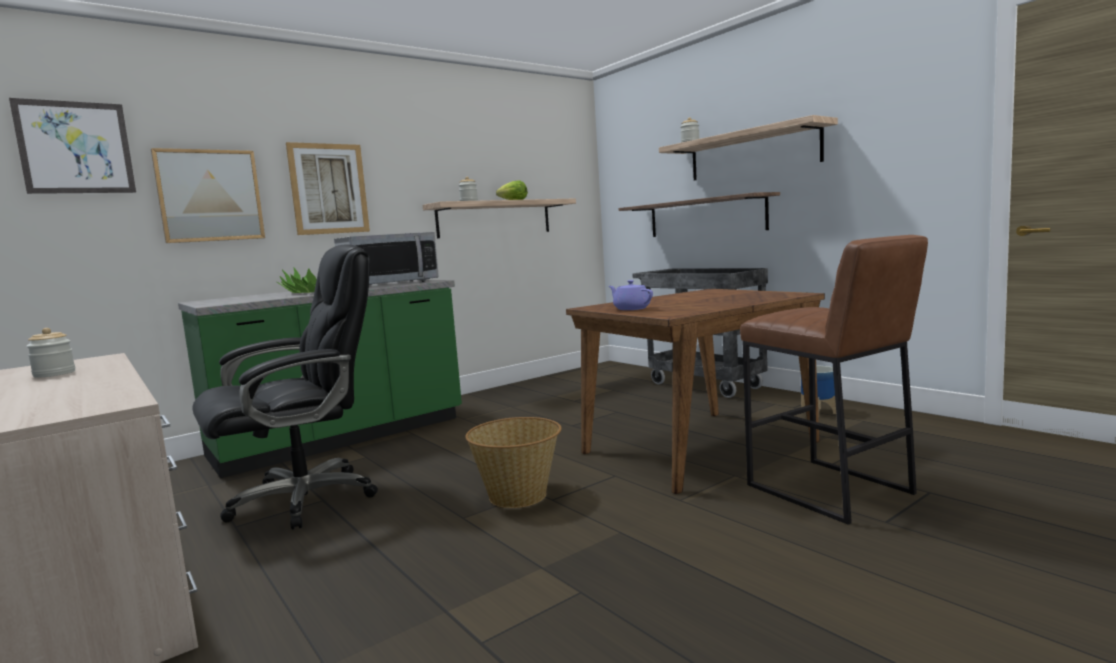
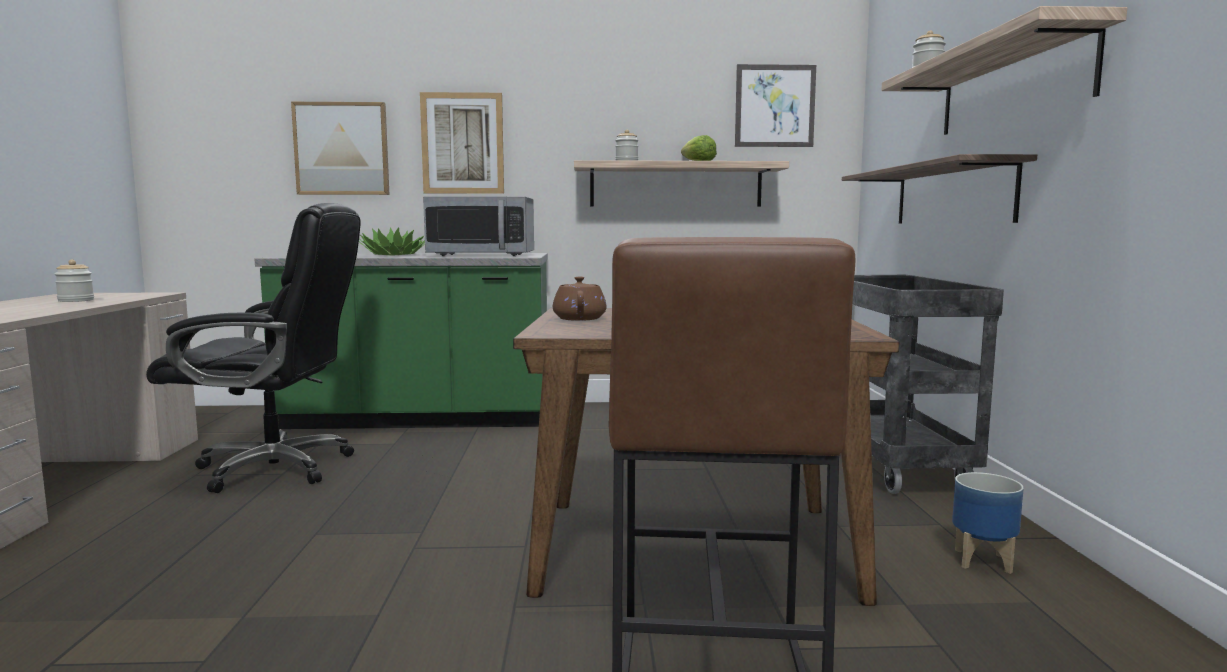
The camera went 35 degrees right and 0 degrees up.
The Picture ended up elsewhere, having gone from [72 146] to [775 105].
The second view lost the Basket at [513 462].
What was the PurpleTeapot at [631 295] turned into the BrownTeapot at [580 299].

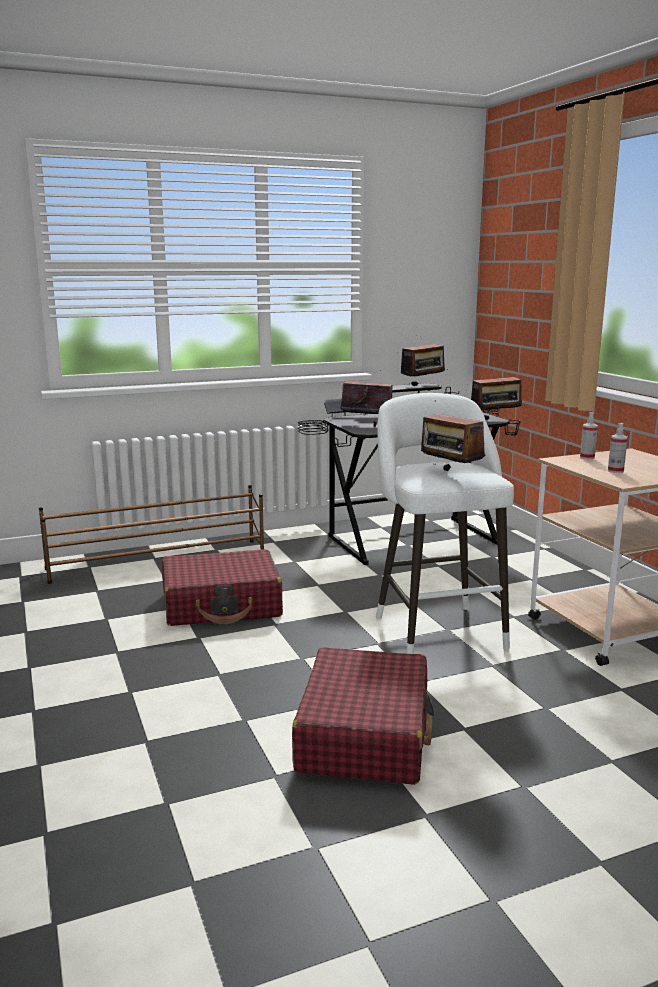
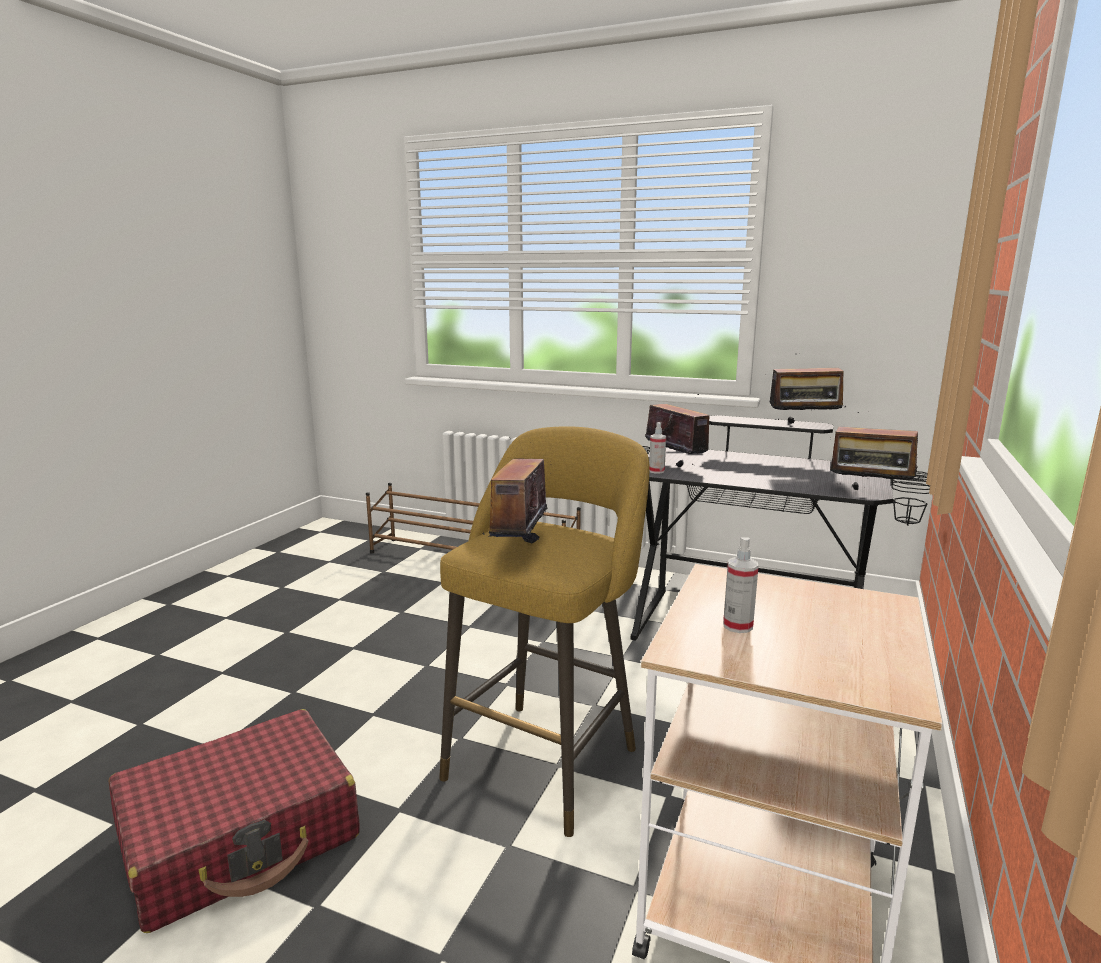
The camera went 45 degrees right and 0 degrees up.
The second view lost the RedSuitcase at [222 587].
What was the WhiteStool at [445 523] turned into the YellowStool at [544 631].
The SprayBottle ended up elsewhere, having gone from [589 435] to [657 448].

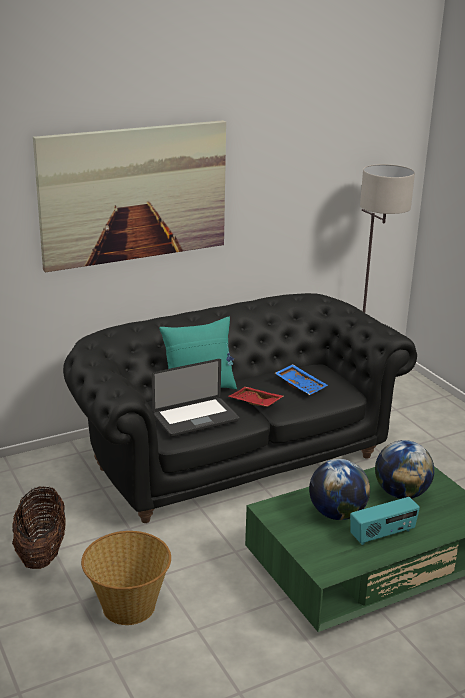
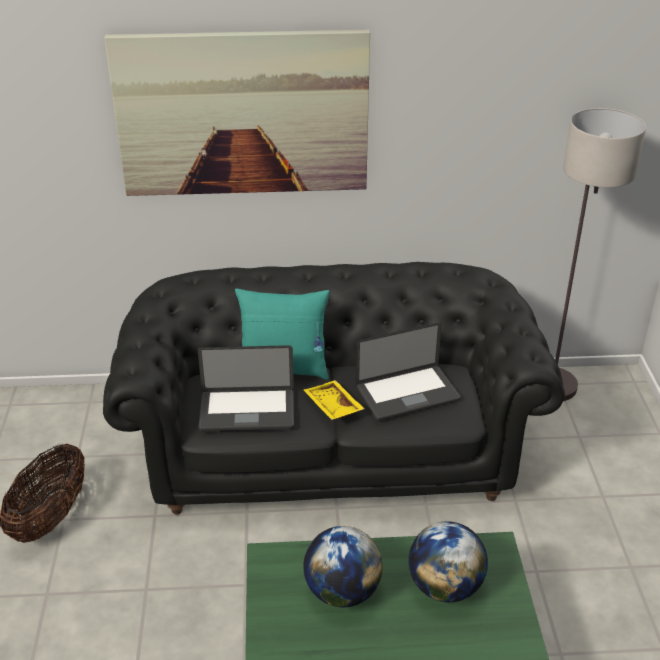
The camera went 25 degrees right and 10 degrees up.
The second view lost the Basket at [126 578].
What was the RedTray at [256 397] turned into the YellowTray at [334 400].
Where the BlueTray stood at [301 379], the Laptop came to stand at [408 371].
The second view lost the Radio at [385 521].

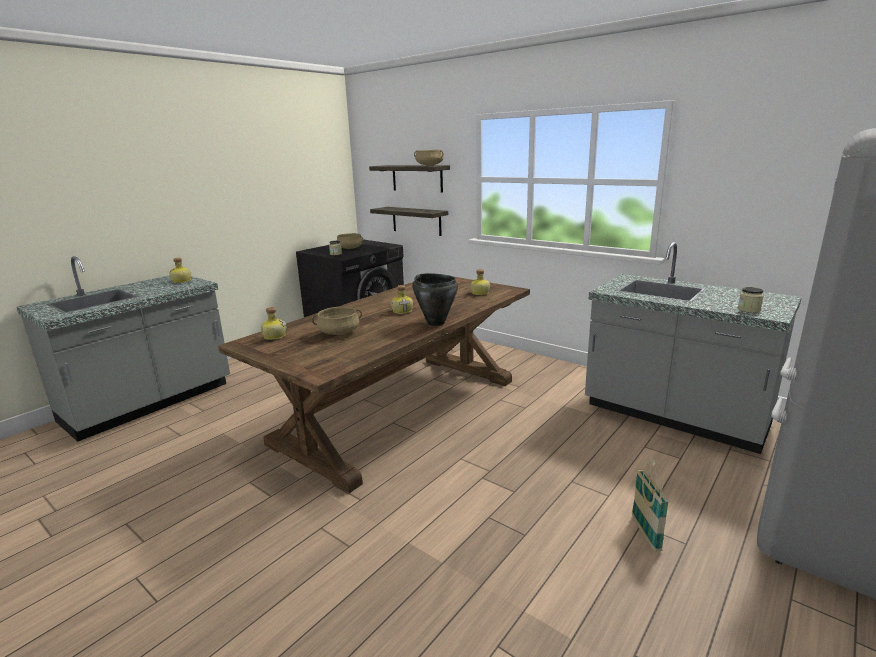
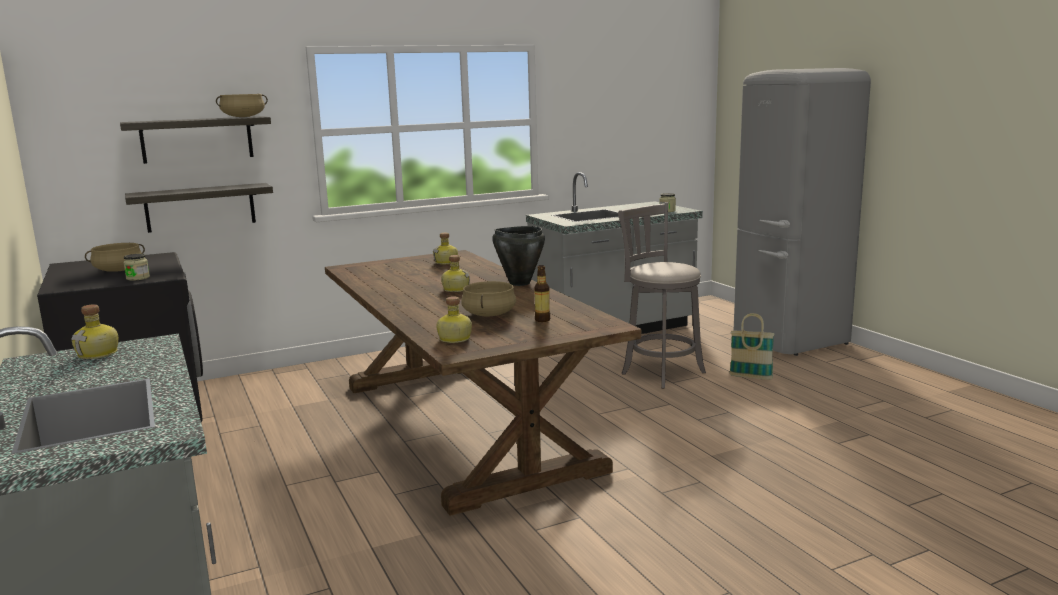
The camera went 65 degrees left and 5 degrees down.
The second view gained the Bottle at [542 293].
The second view gained the GreyStool at [662 296].

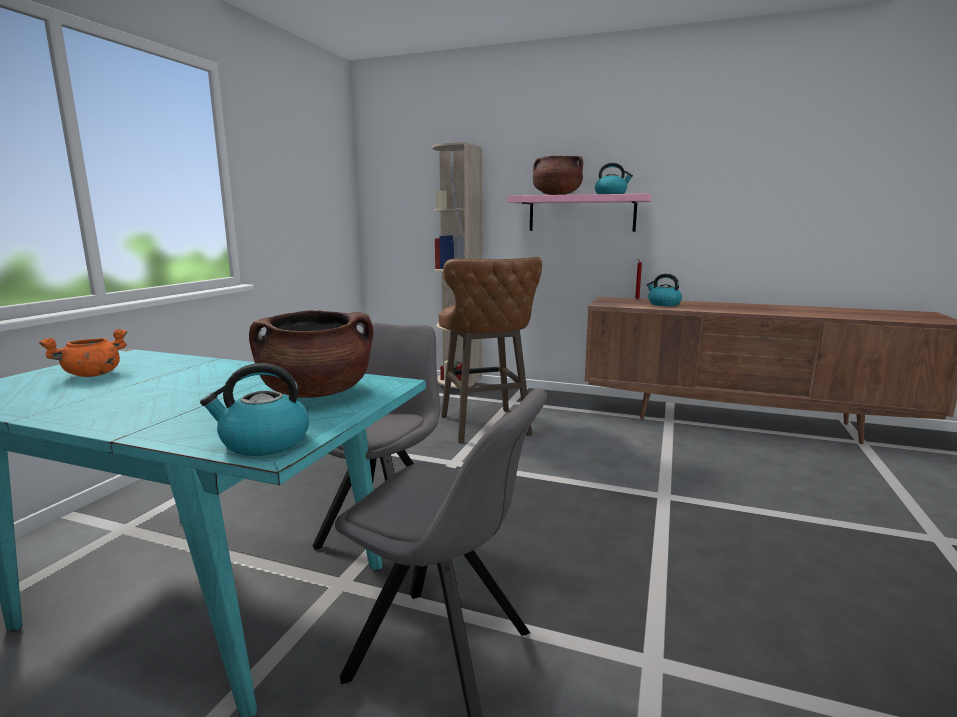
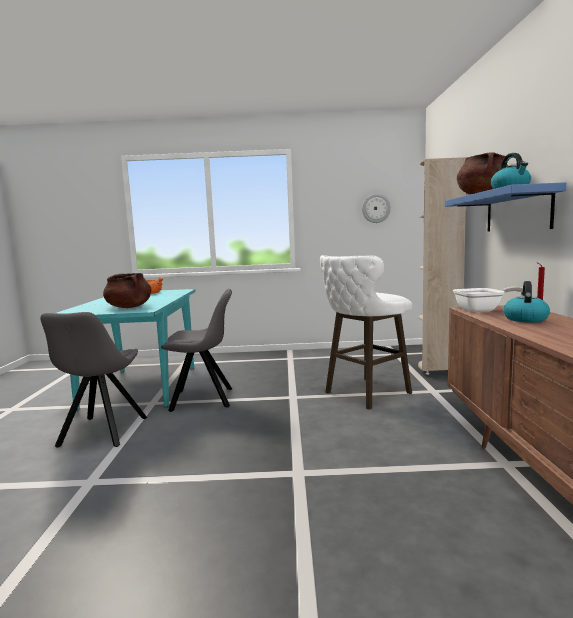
The camera went 70 degrees right and 5 degrees down.
The second view lost the Kettle at [254 409].
What was the BrownStool at [490 350] turned into the WhiteStool at [366 332].
What was the PinkShelf at [579 213] turned into the BlueShelf at [505 207].
The second view gained the WallClock at [376 208].
The second view gained the FryingPan at [488 299].

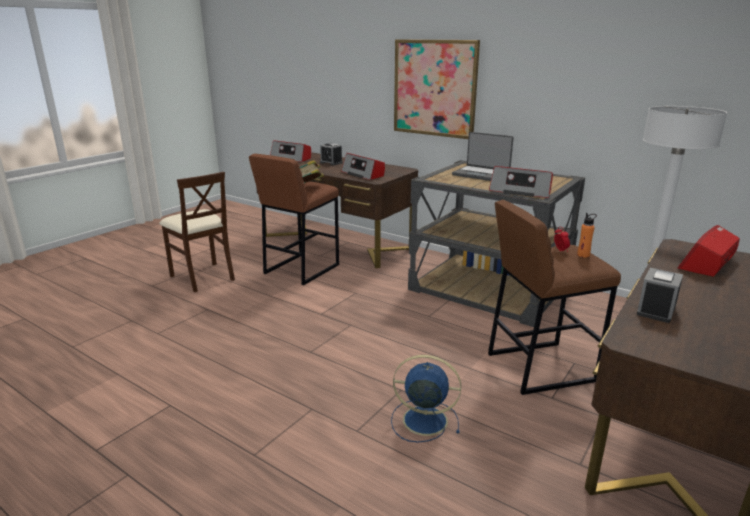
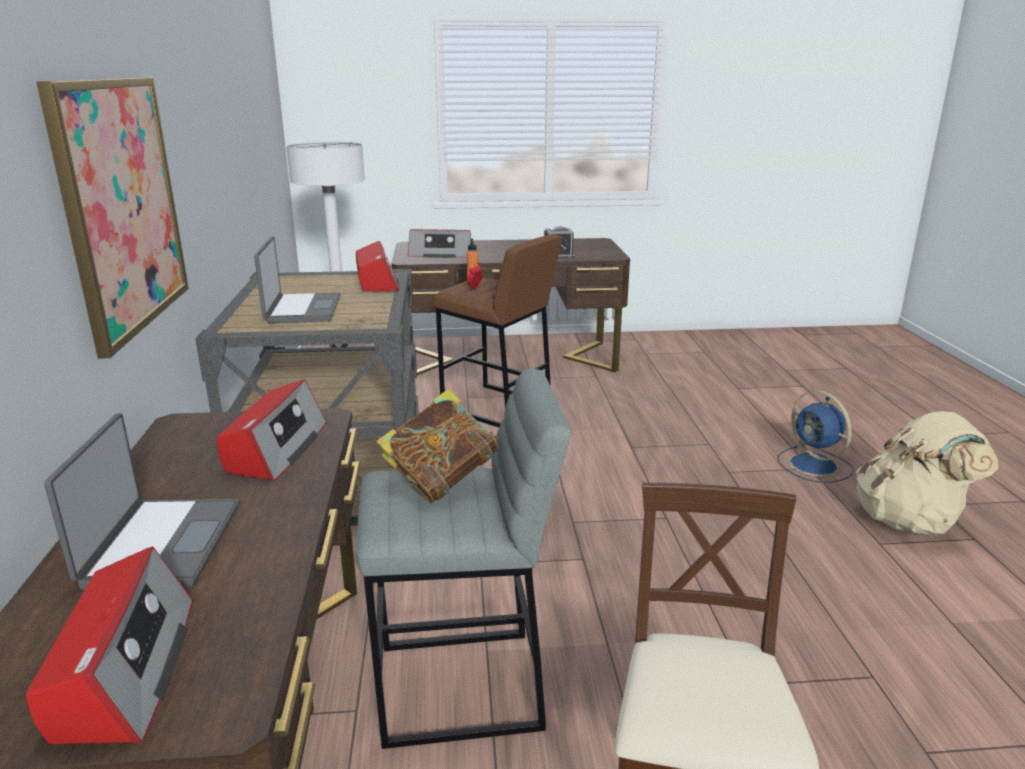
The camera went 130 degrees left and 0 degrees up.
What was the BrownStool at [294 219] turned into the GreyStool at [463 558].
Where the AlarmClock stood at [331 154], the Laptop came to stand at [141 501].
The BlueFan ended up elsewhere, having gone from [426 399] to [816 436].
The second view gained the BeigeBackpack at [927 473].

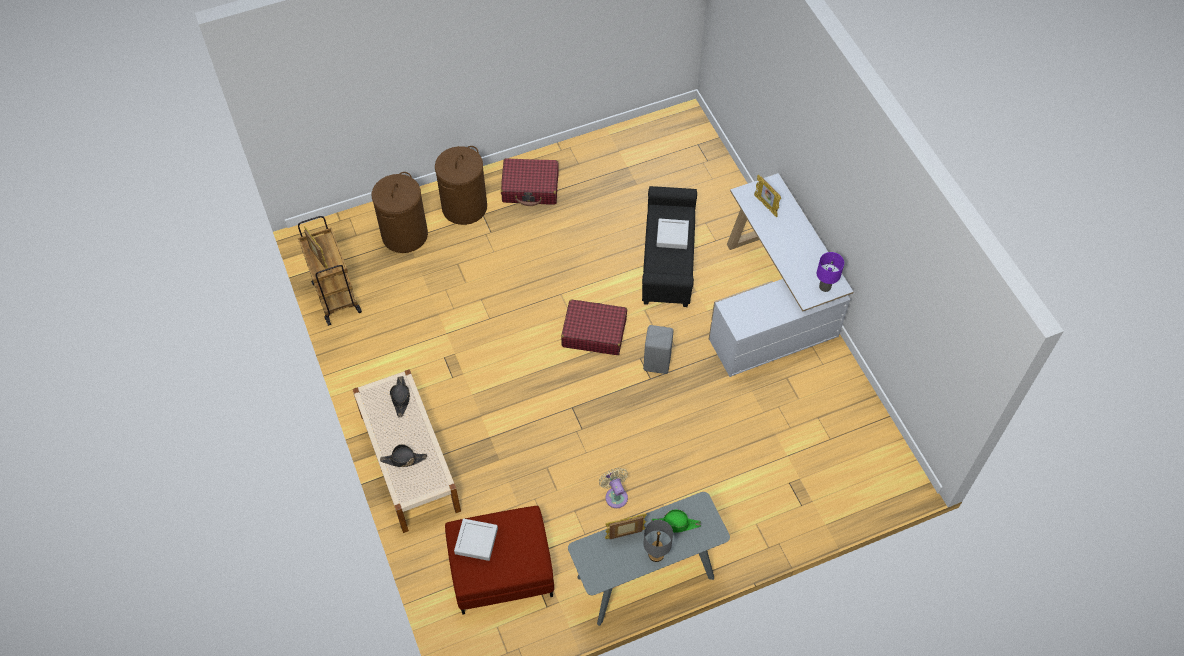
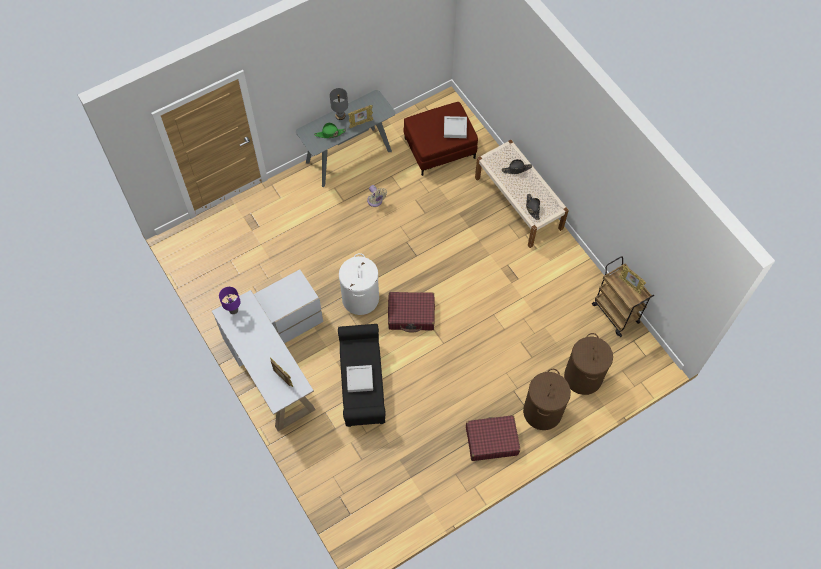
The camera went 170 degrees right and 5 degrees up.
Where the GreyStool stood at [658 349], the WhiteLaundryBasket came to stand at [359 284].

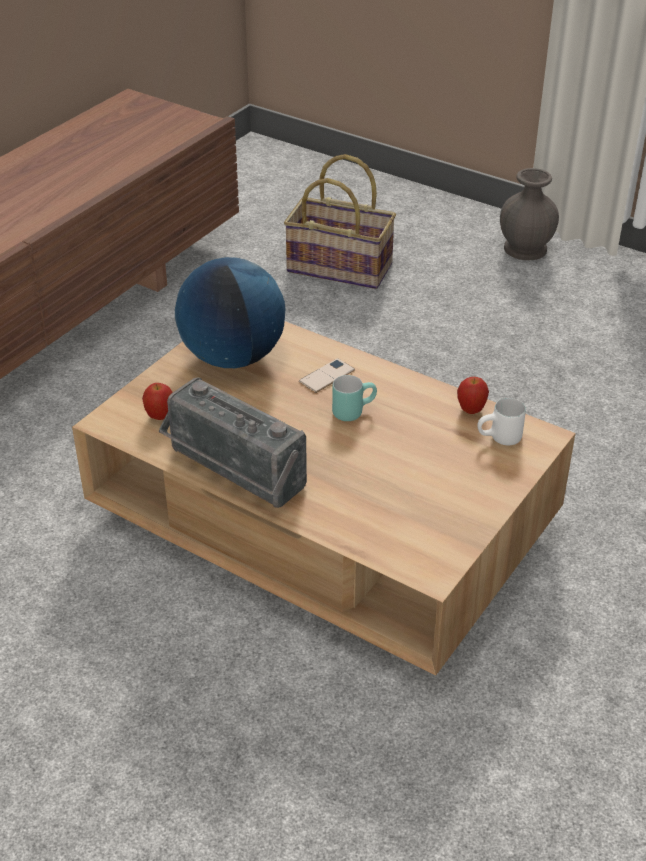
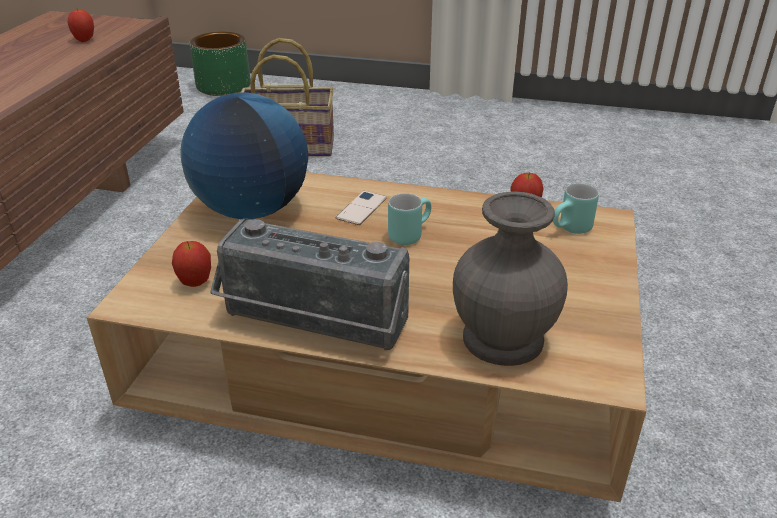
The camera went 20 degrees left and 5 degrees down.
What was the WhiteMug at [501 422] turned into the TurquoiseMug at [576 208].
The GreyVase ended up elsewhere, having gone from [529 214] to [510 278].
The second view gained the Apple at [80 25].
The second view gained the GreenPlanter at [220 64].

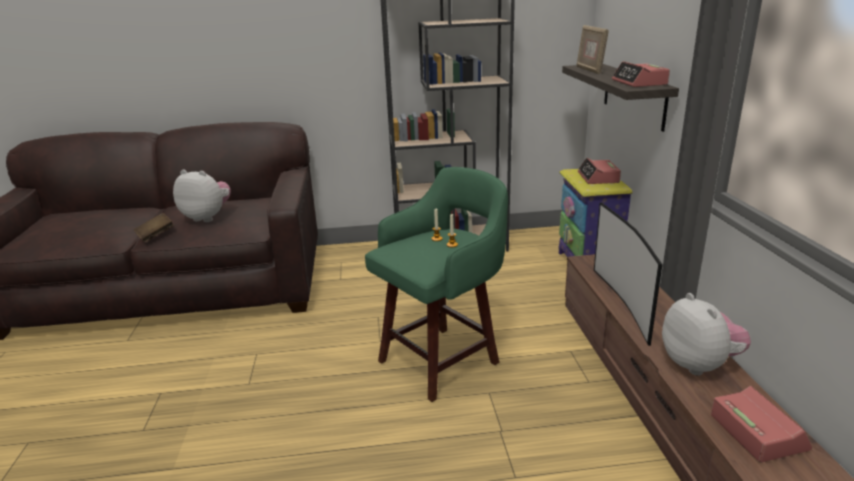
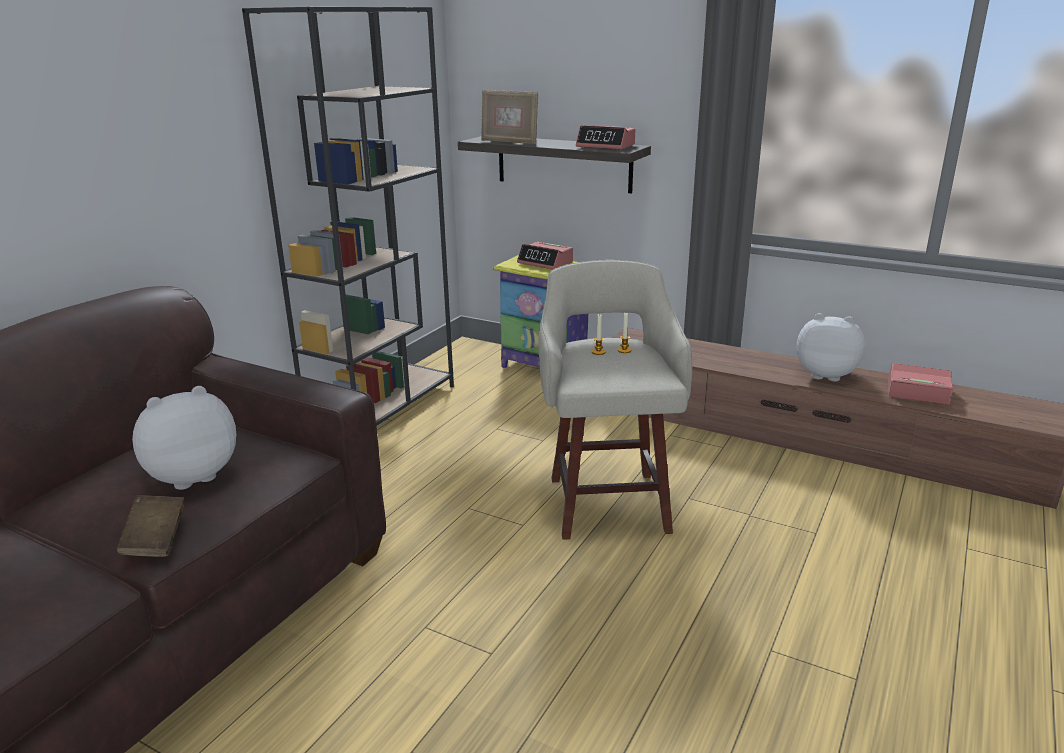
The camera went 55 degrees left and 0 degrees up.
What was the GreenStool at [436 284] turned into the BeigeStool at [615 400].
The second view lost the Television at [628 274].

